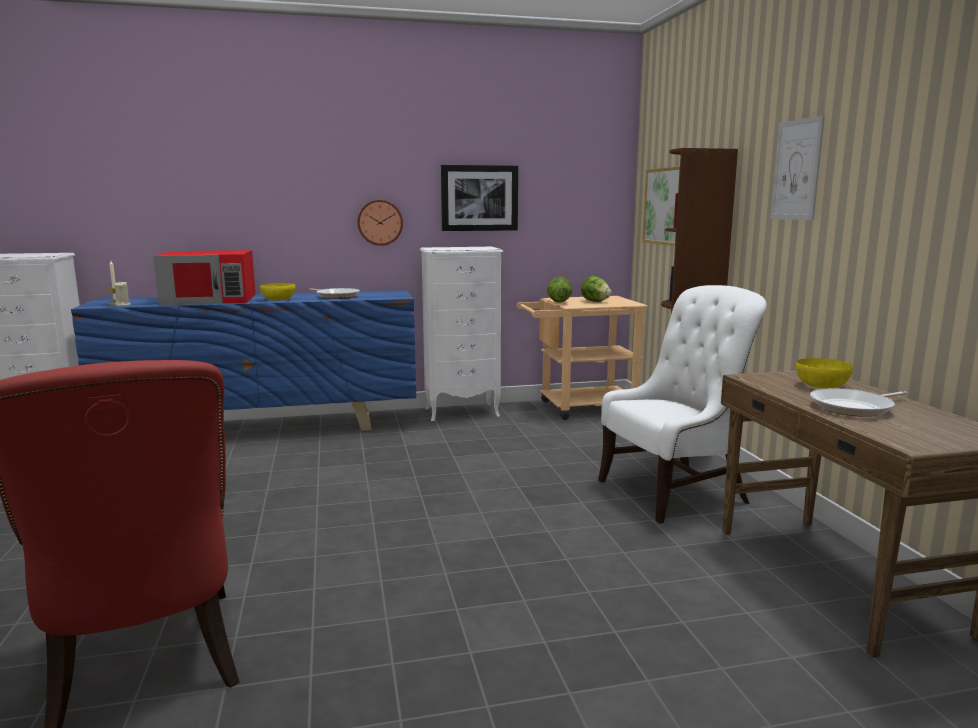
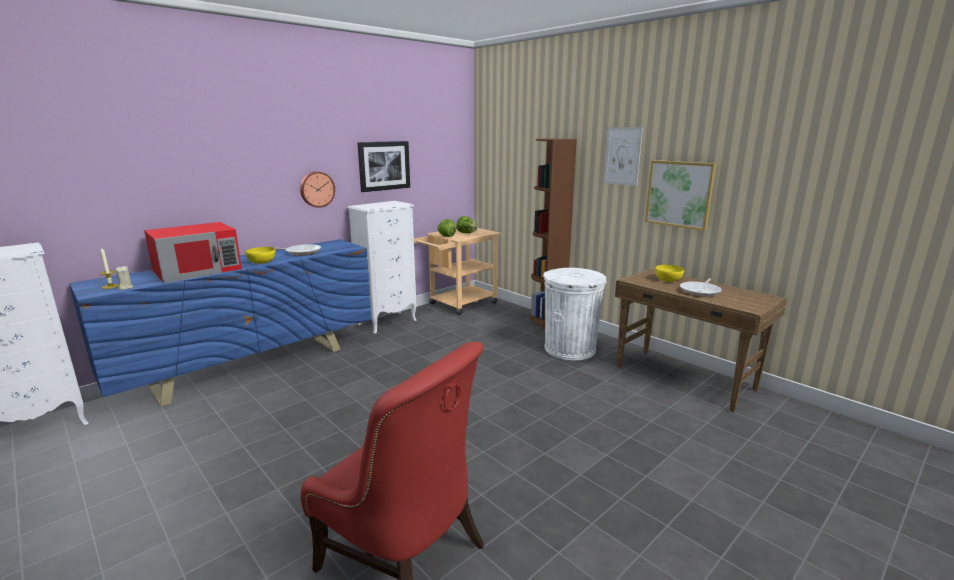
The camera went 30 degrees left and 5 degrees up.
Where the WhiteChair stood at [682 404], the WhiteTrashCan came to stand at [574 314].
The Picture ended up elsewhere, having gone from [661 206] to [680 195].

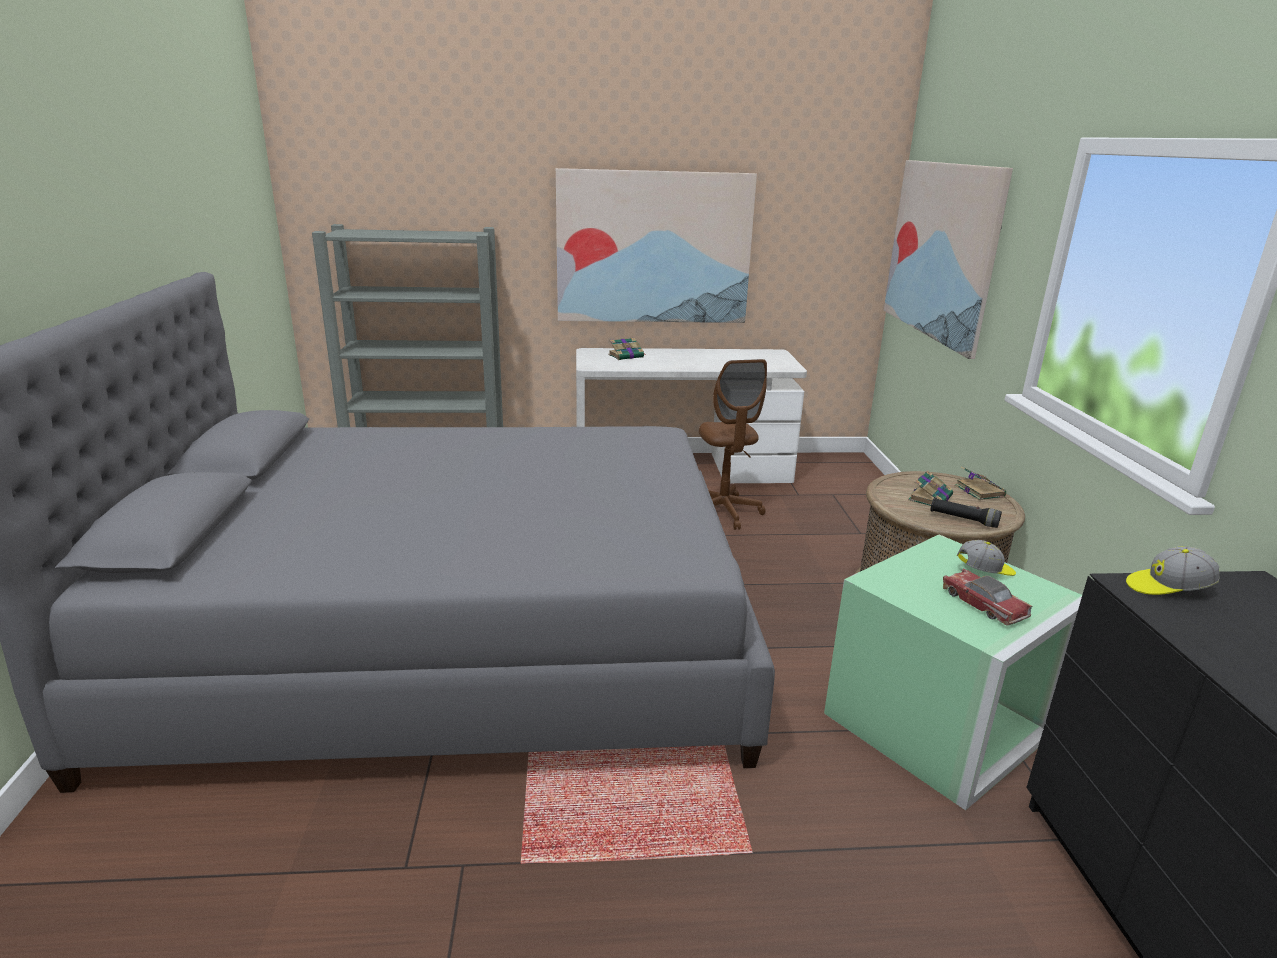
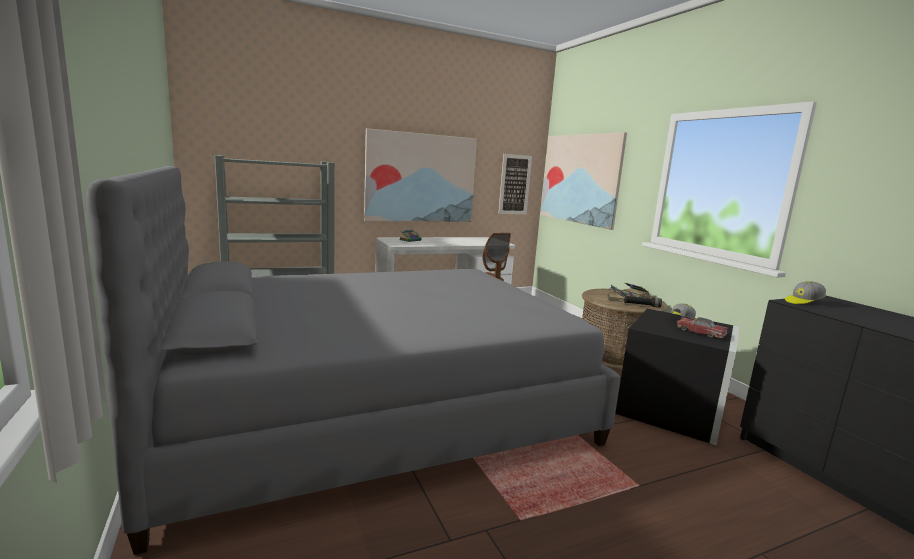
The camera went 20 degrees left and 10 degrees down.
What was the GreenStorageBox at [953 672] turned into the BlackStorageBox at [677 377].
The second view gained the Picture at [515 184].

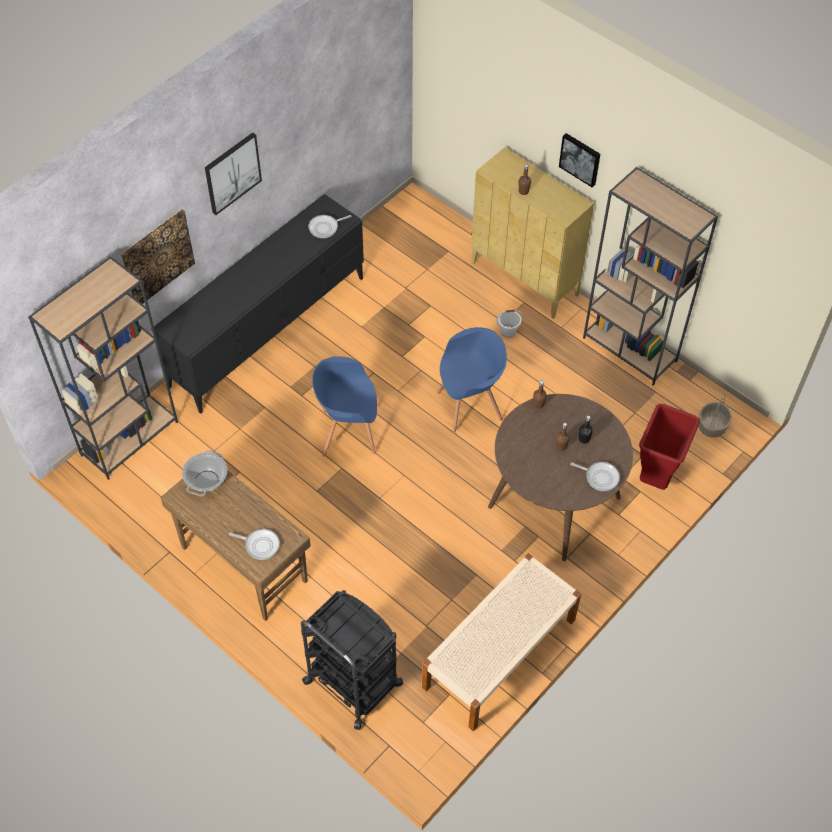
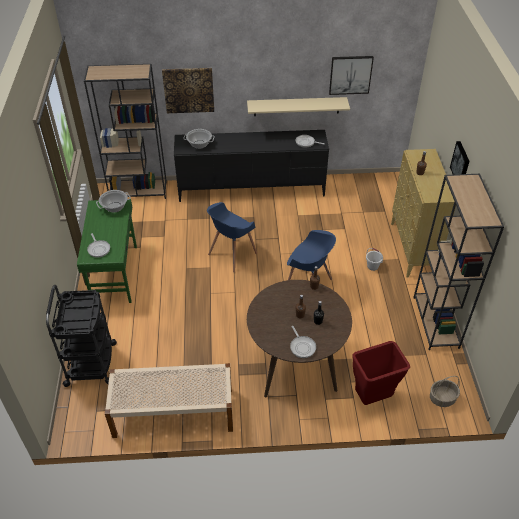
The camera went 45 degrees right and 10 degrees down.
What was the BrownConsoleTable at [235 545] turned into the GreenConsoleTable at [107 251].
The Picture ended up elsewhere, having gone from [233 174] to [351 75].
The BlueChair at [344 406] ended up facing another way, 90 degrees counterclockwise from before.
The second view gained the CookingPot at [199 139].
The second view gained the BeigeShelf at [298 106].

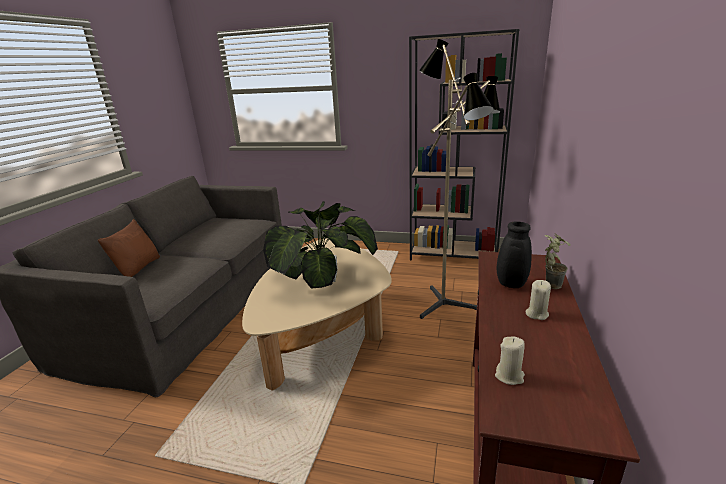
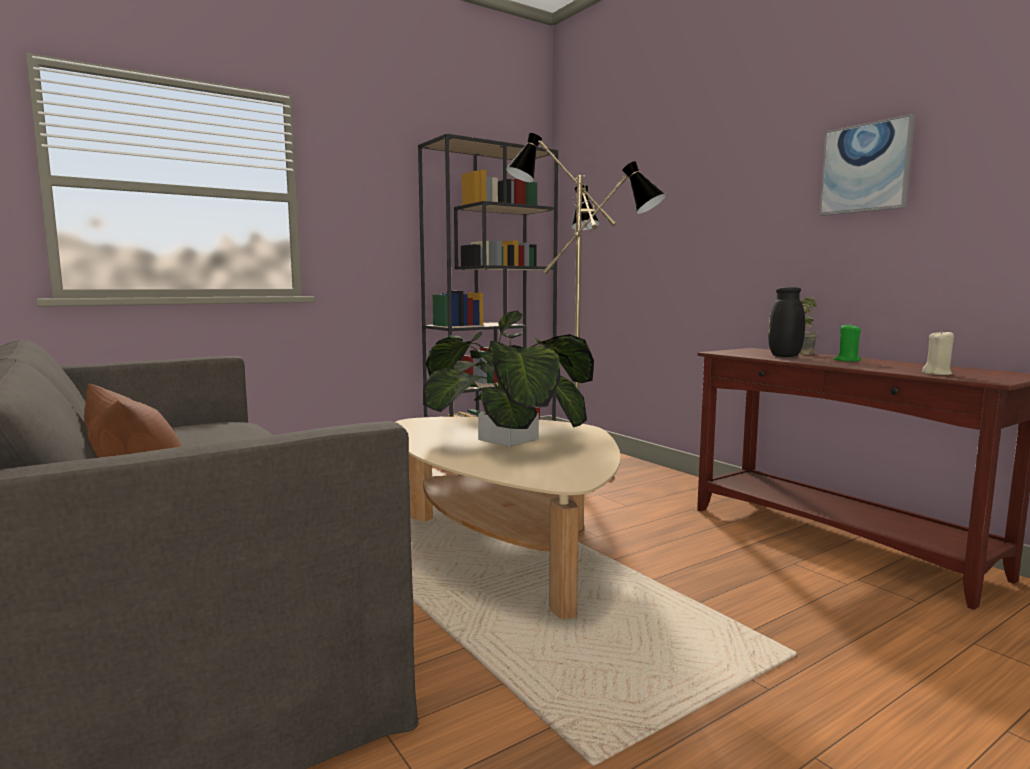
The camera went 50 degrees left and 15 degrees down.
What was the BeigeCandle at [538 300] turned into the GreenCandle at [847 342].
The second view gained the Picture at [867 165].

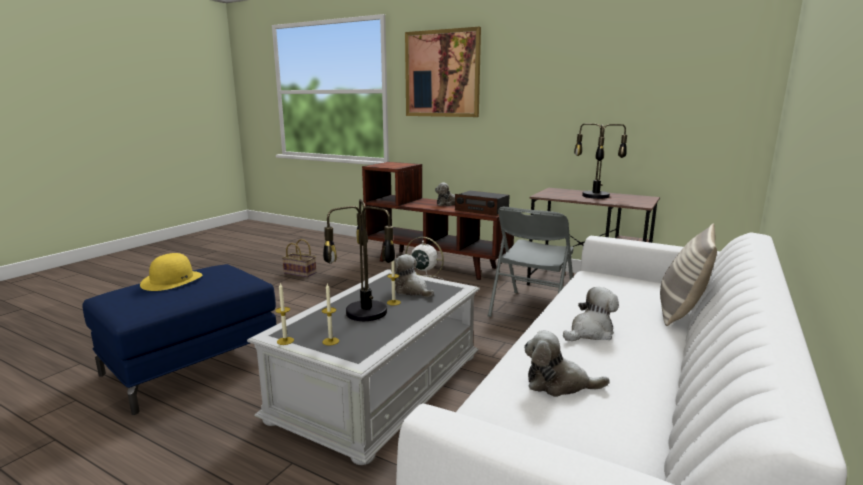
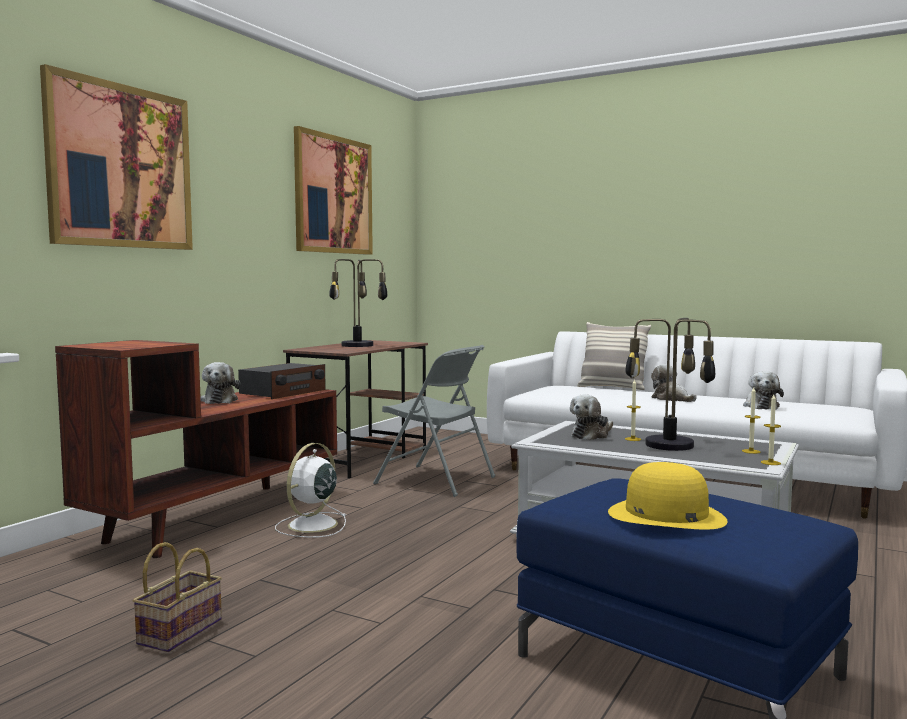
The camera went 90 degrees left and 10 degrees down.
The second view gained the Picture at [333 190].

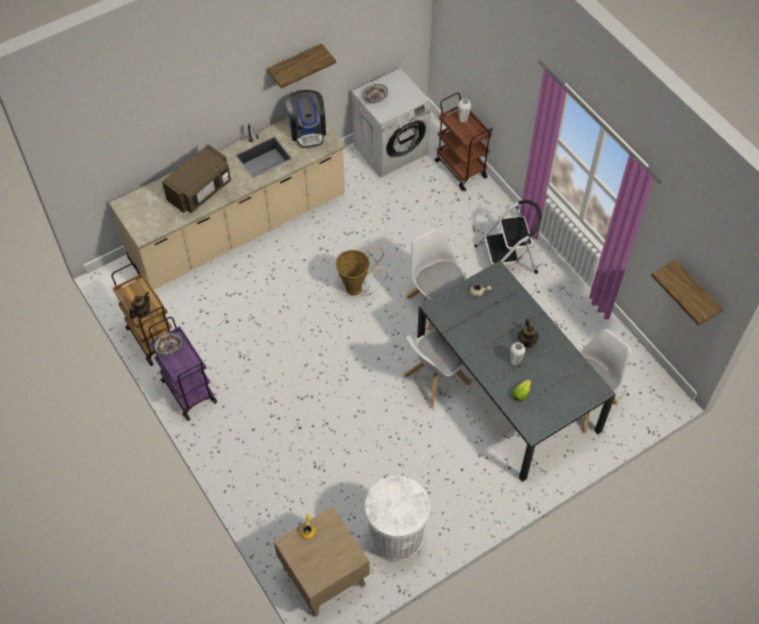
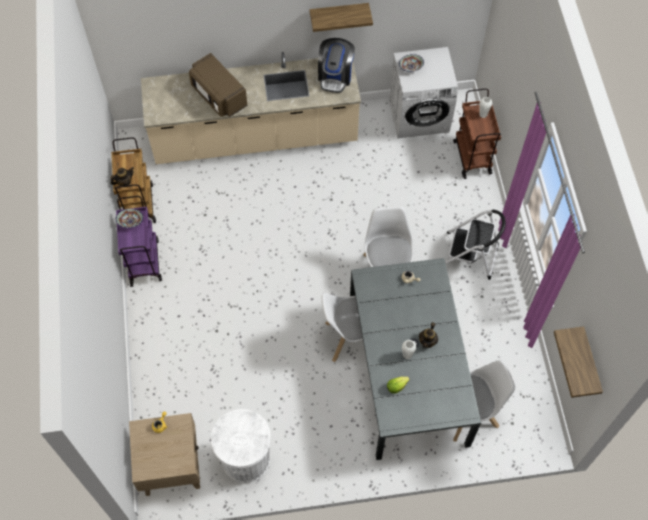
The camera went 25 degrees right and 5 degrees up.
The BrownMicrowave at [196 178] ended up facing another way, 75 degrees clockwise from before.
The second view lost the Basket at [361 272].

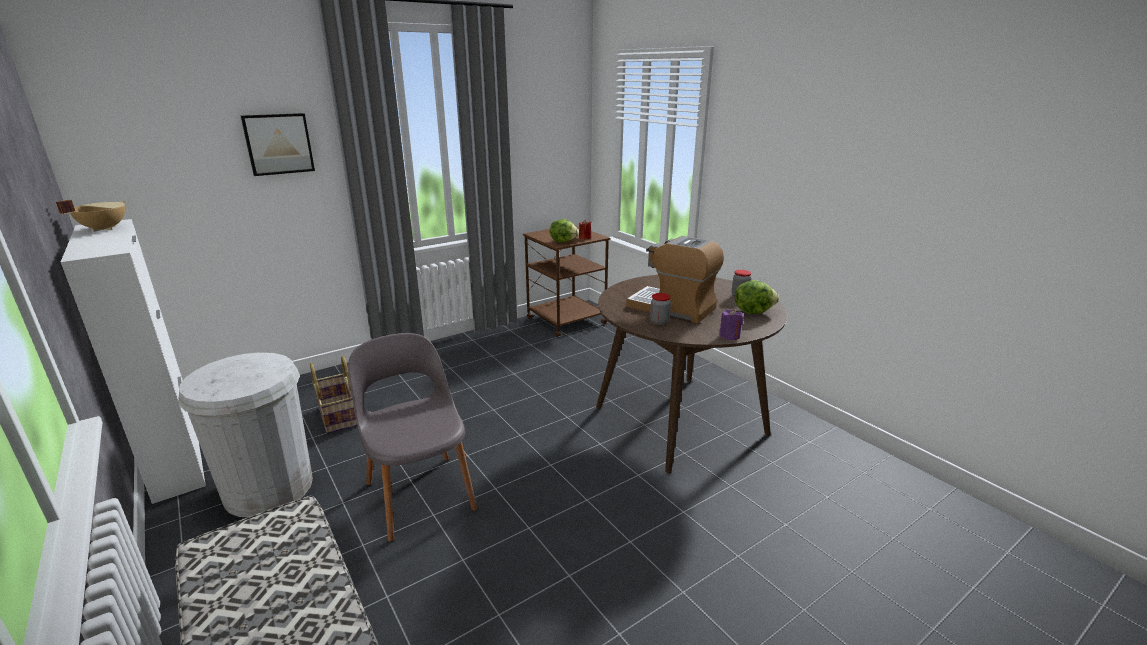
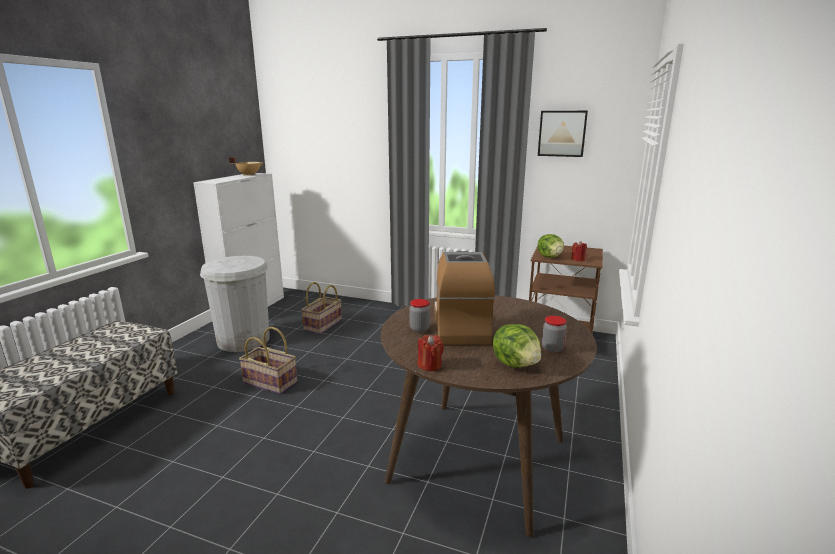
The camera went 55 degrees right and 5 degrees down.
The Picture ended up elsewhere, having gone from [278 144] to [563 134].
Where the GreyChair stood at [412 437], the Basket came to stand at [268 360].
What was the PurpleCandle at [731 324] turned into the RedCandle at [431 353].

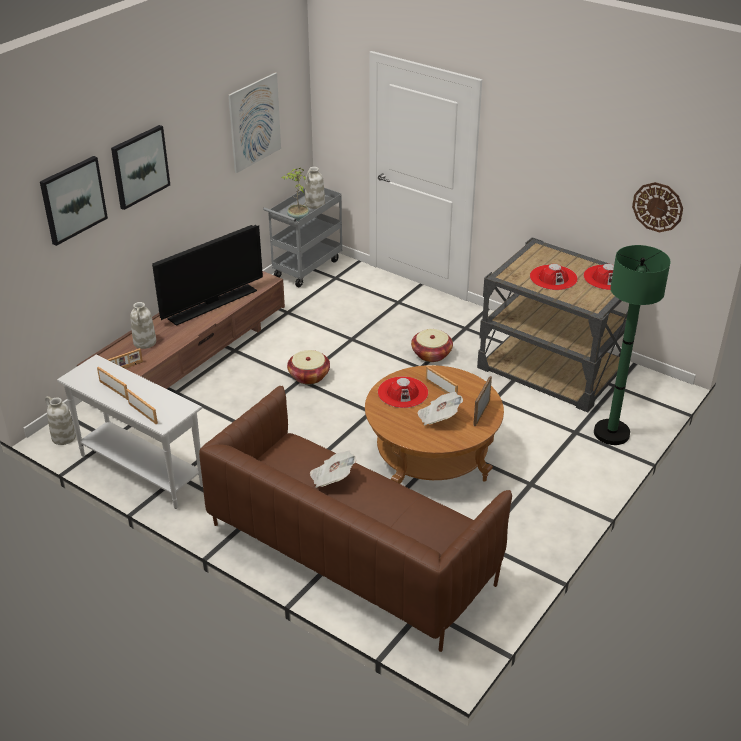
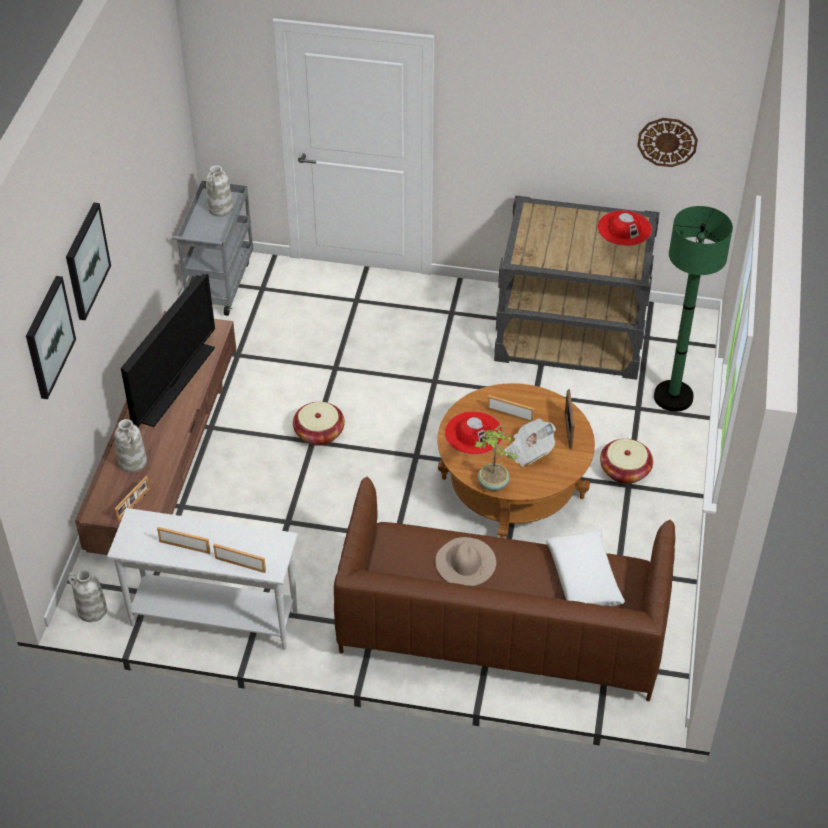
The camera went 25 degrees left and 10 degrees up.
The second view lost the Picture at [254 122].
The PottedPlant ended up elsewhere, having gone from [295 194] to [495 458].
Where the Newspaper stood at [333 469], the BeigeHat came to stand at [465 561].
The Basket ended up elsewhere, having gone from [432 345] to [626 461].
The second view lost the RedHat at [554 277].
The second view gained the WhitePillow at [585 568].

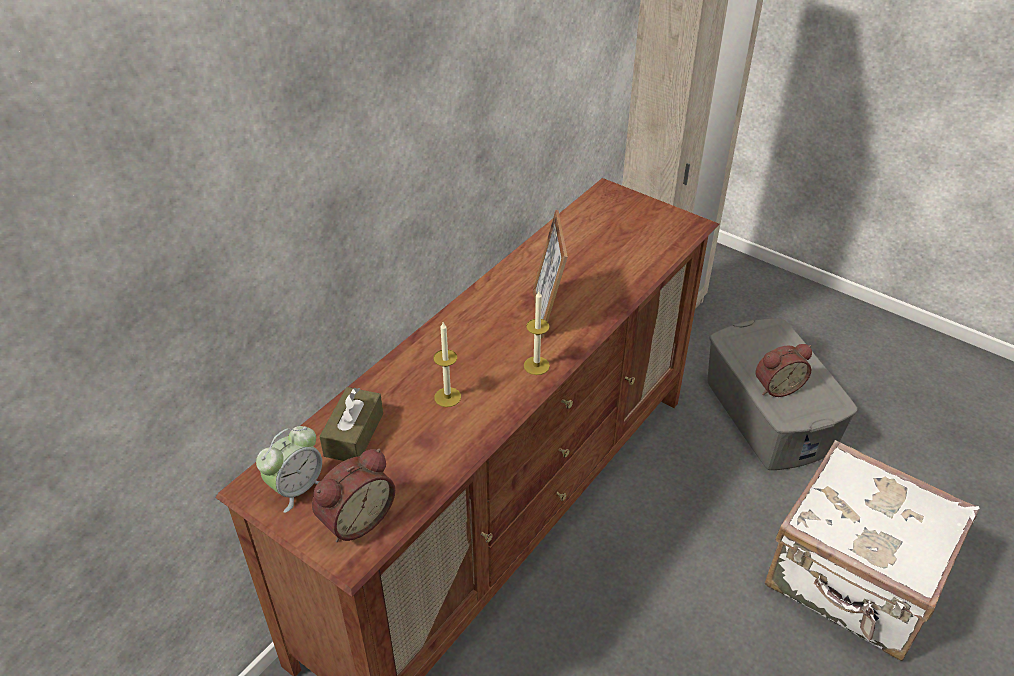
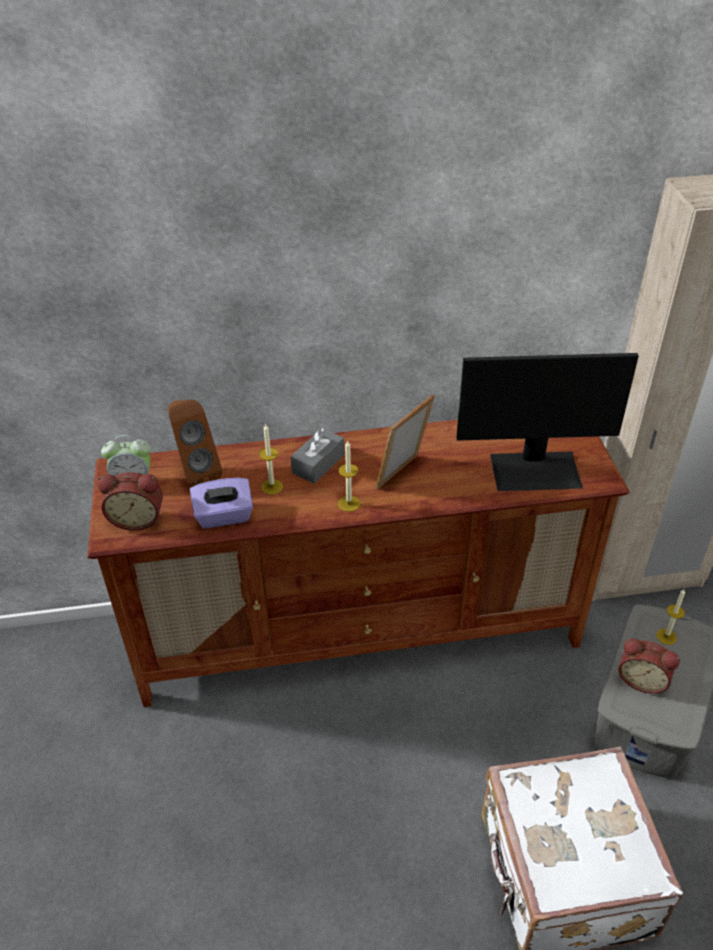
The camera went 45 degrees right and 0 degrees up.
Where the BrownTissueBox stood at [351 424], the BrownSpeaker came to stand at [195 444].
The second view gained the PurpleTissueBox at [221 503].
The second view gained the GreyTissueBox at [318 455].
The second view gained the Monitor at [548 422].
The second view gained the Candle at [670 617].

